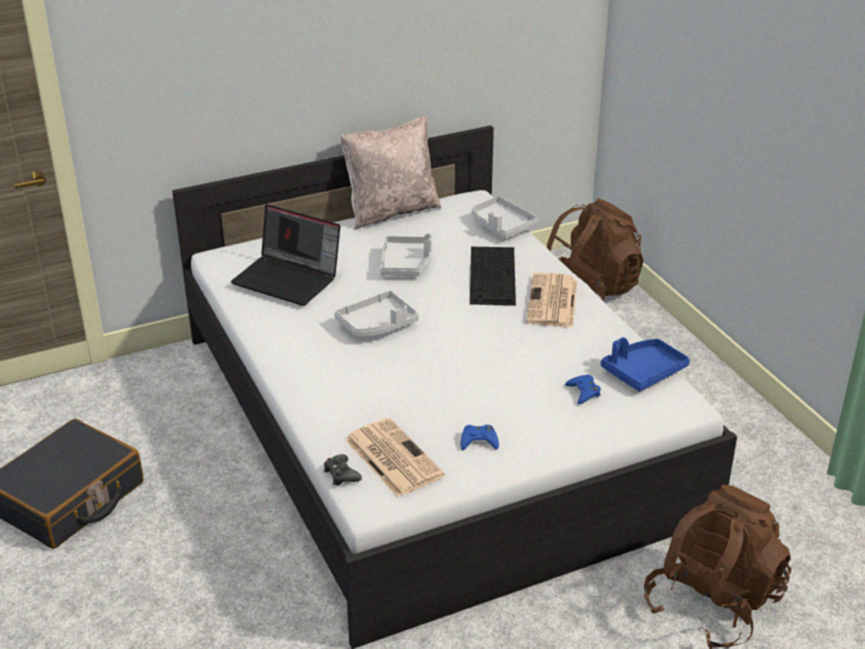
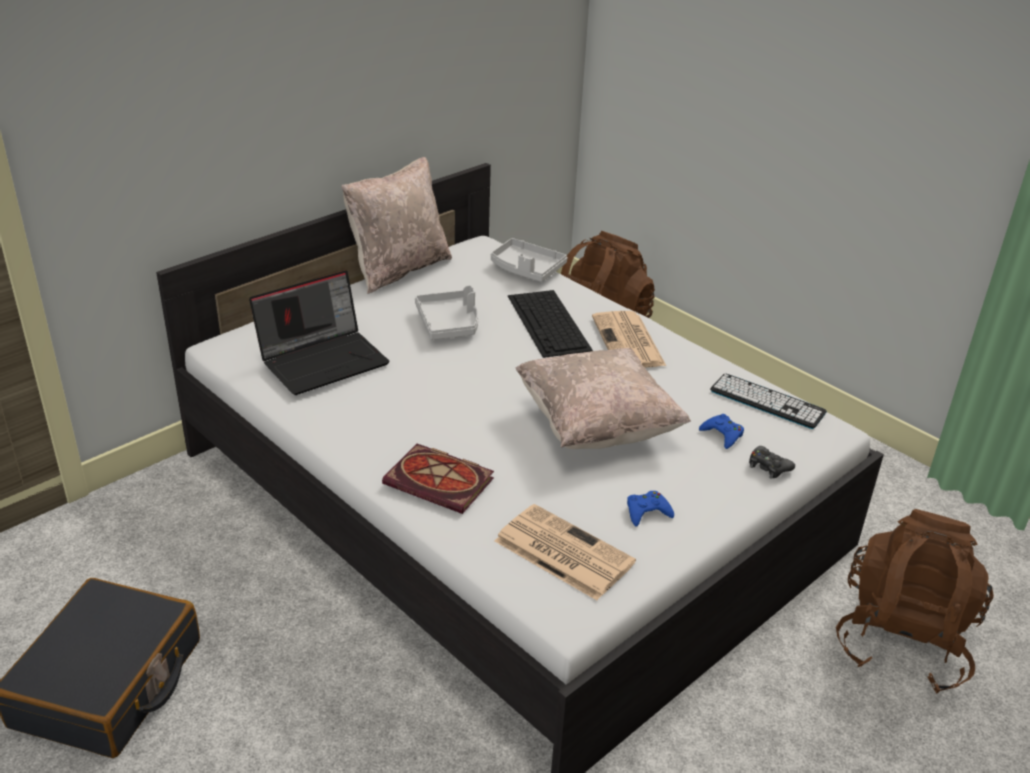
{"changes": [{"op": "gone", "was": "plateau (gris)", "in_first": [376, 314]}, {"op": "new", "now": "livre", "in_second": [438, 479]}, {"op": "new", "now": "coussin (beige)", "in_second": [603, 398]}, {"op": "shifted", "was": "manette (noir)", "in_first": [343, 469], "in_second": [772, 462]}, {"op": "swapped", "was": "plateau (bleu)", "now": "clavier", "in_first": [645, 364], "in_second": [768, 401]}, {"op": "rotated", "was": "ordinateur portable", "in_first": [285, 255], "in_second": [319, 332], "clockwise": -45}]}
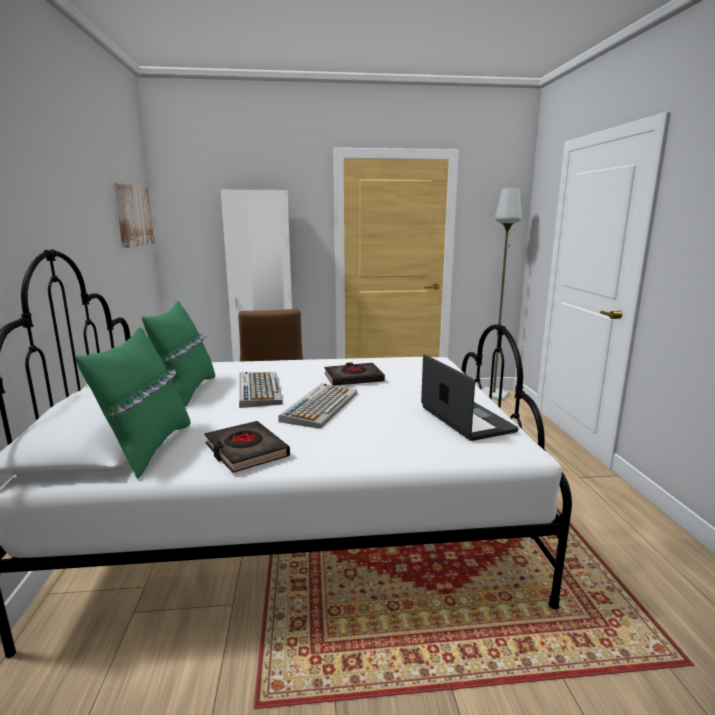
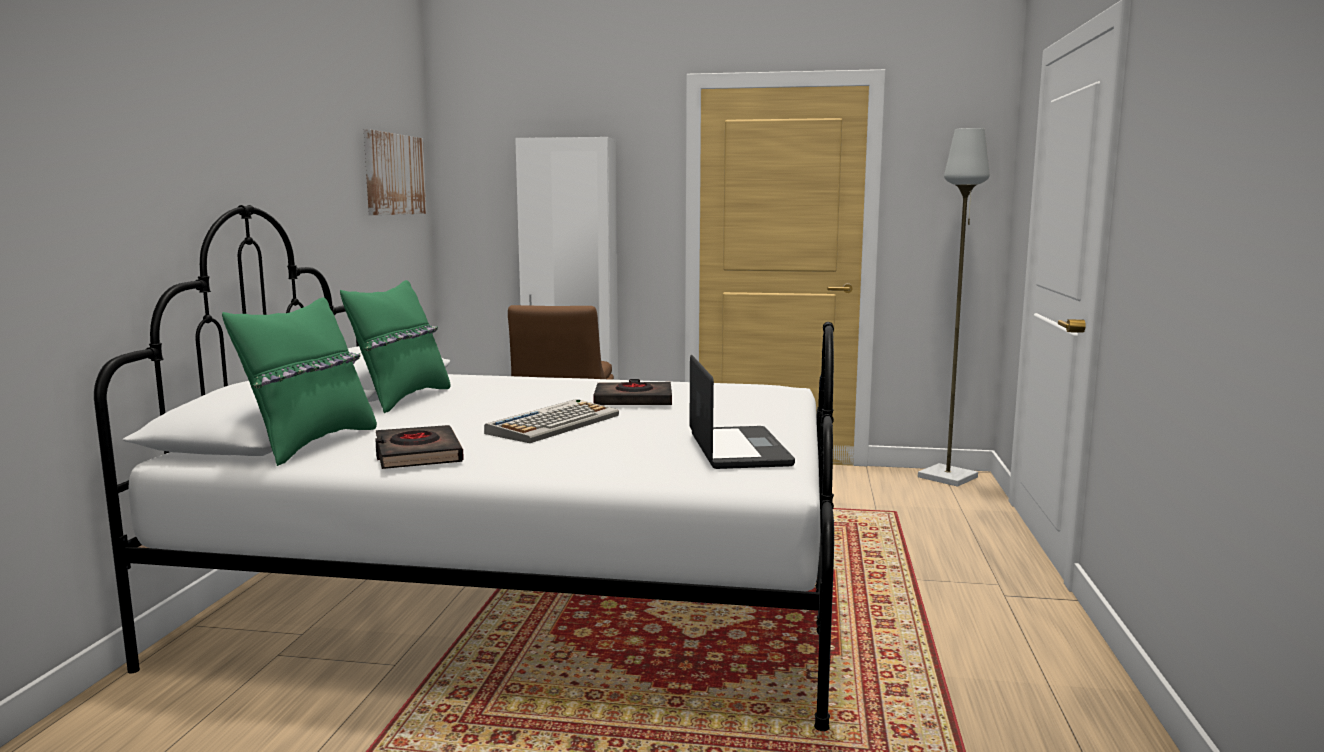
{"changes": [{"op": "gone", "was": "clavier", "in_first": [261, 390]}]}
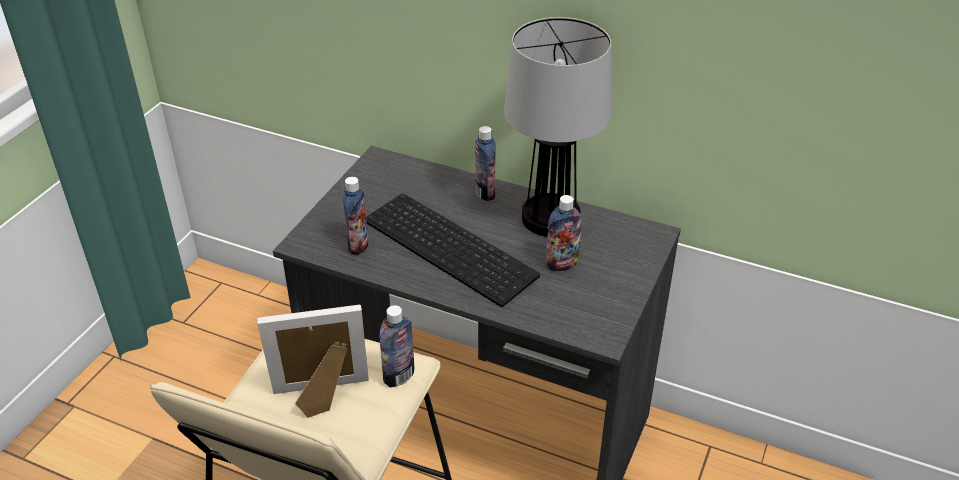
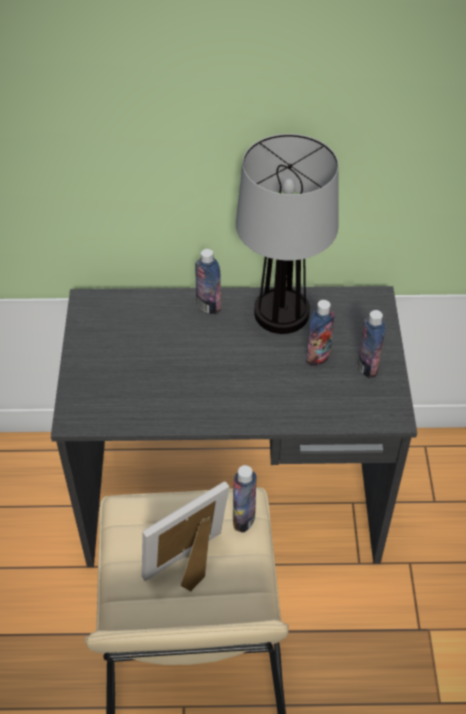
{"changes": [{"op": "gone", "was": "clavier", "in_first": [453, 250]}, {"op": "shifted", "was": "bouteille", "in_first": [355, 216], "in_second": [371, 344]}]}
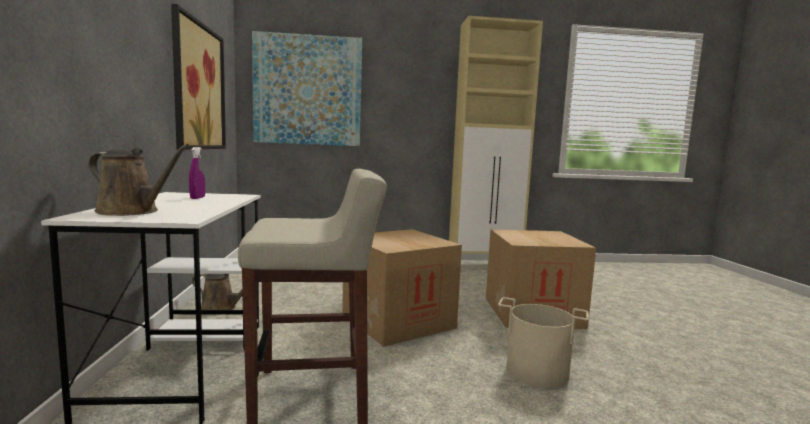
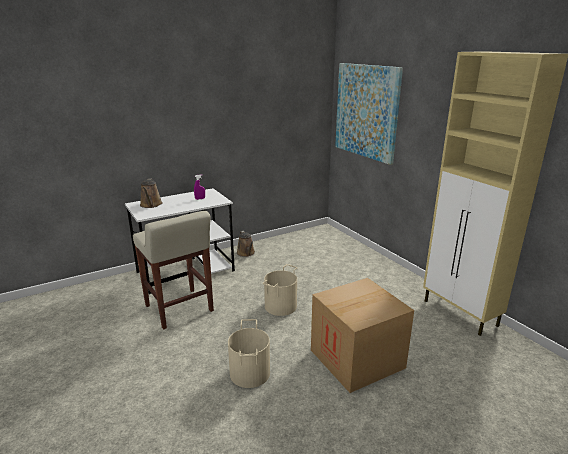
{"changes": [{"op": "gone", "was": "tableau", "in_first": [198, 77]}, {"op": "swapped", "was": "carton", "now": "seau (beige)", "in_first": [402, 288], "in_second": [280, 290]}]}
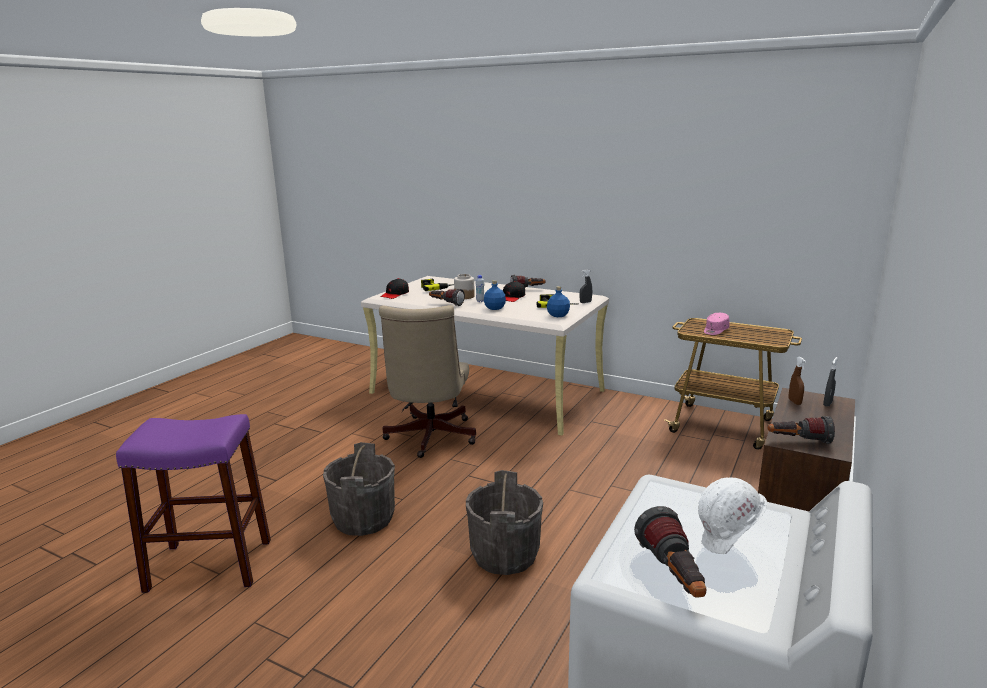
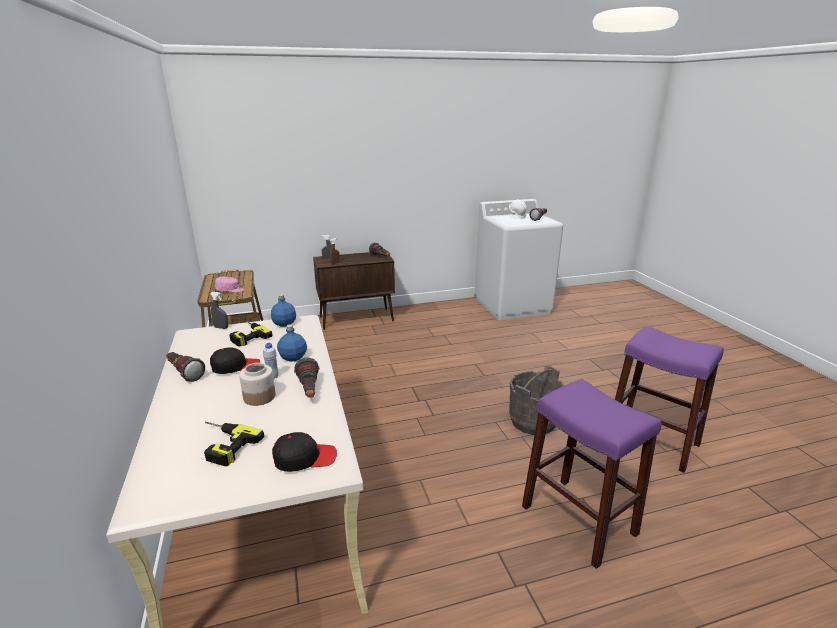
{"changes": [{"op": "gone", "was": "chaise de bureau (beige)", "in_first": [427, 381]}, {"op": "gone", "was": "seau (gris)", "in_first": [504, 522]}, {"op": "new", "now": "tabouret (violet)", "in_second": [592, 474]}]}
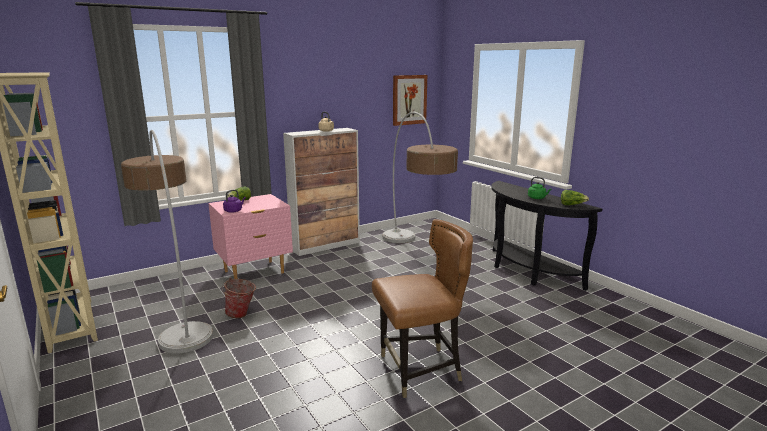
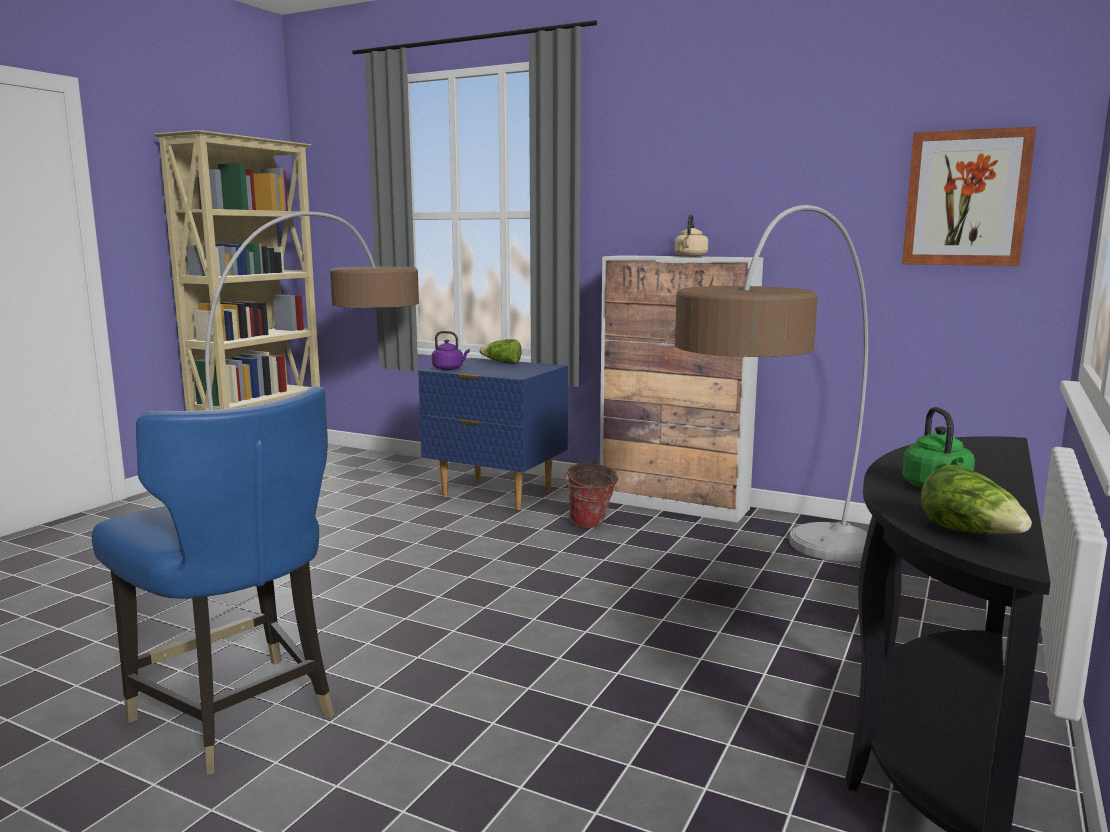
{"changes": [{"op": "shifted", "was": "seau", "in_first": [239, 298], "in_second": [590, 494]}, {"op": "repainted", "was": "table de chevet (rose)", "now": "table de chevet (bleu)", "in_first": [250, 236], "in_second": [493, 434]}, {"op": "repainted", "was": "chaise (marron)", "now": "chaise (bleu)", "in_first": [422, 308], "in_second": [213, 580]}]}
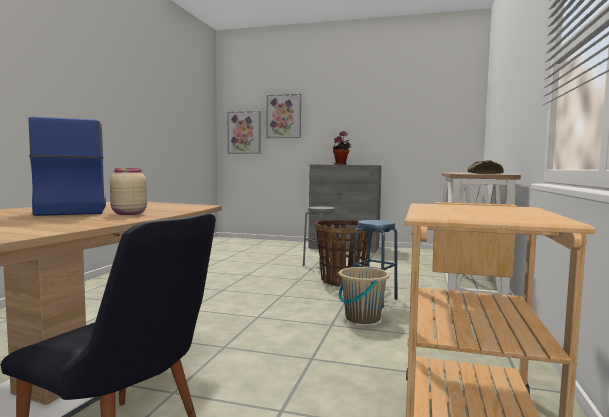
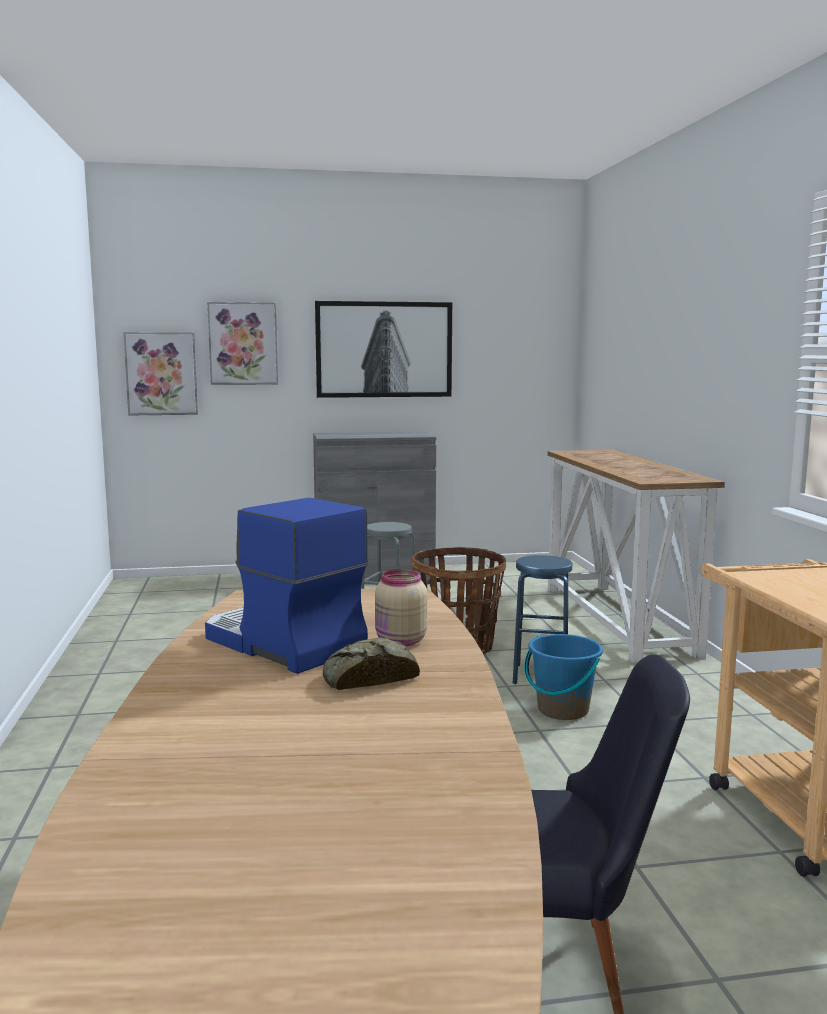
{"changes": [{"op": "gone", "was": "plante en pot", "in_first": [342, 148]}, {"op": "new", "now": "tableau", "in_second": [383, 349]}, {"op": "shifted", "was": "pain", "in_first": [486, 167], "in_second": [371, 663]}, {"op": "repainted", "was": "seau (beige)", "now": "seau (bleu)", "in_first": [364, 295], "in_second": [563, 677]}]}
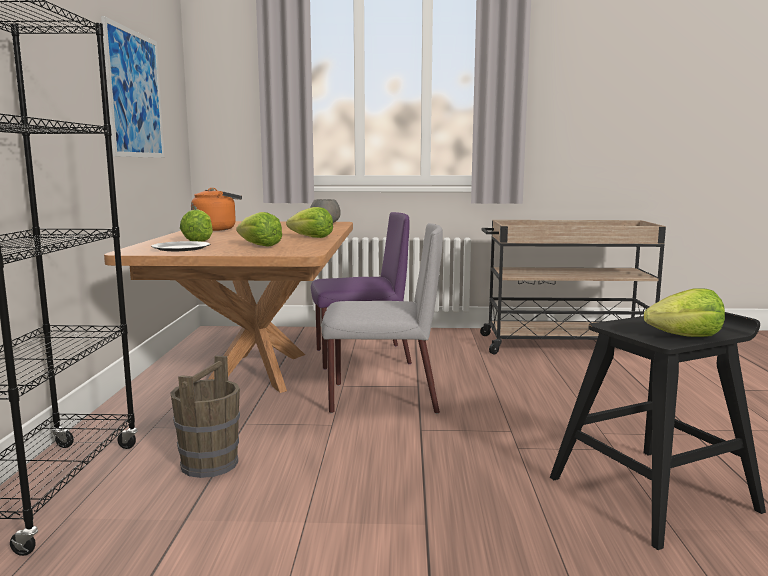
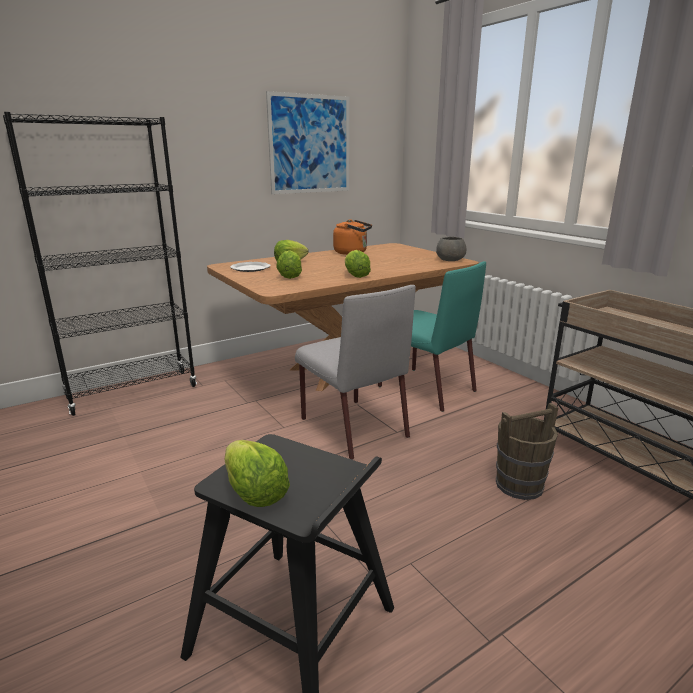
{"changes": [{"op": "shifted", "was": "seau (marron)", "in_first": [205, 416], "in_second": [527, 451]}, {"op": "repainted", "was": "chaise (violet)", "now": "chaise (turquoise)", "in_first": [361, 291], "in_second": [432, 336]}]}
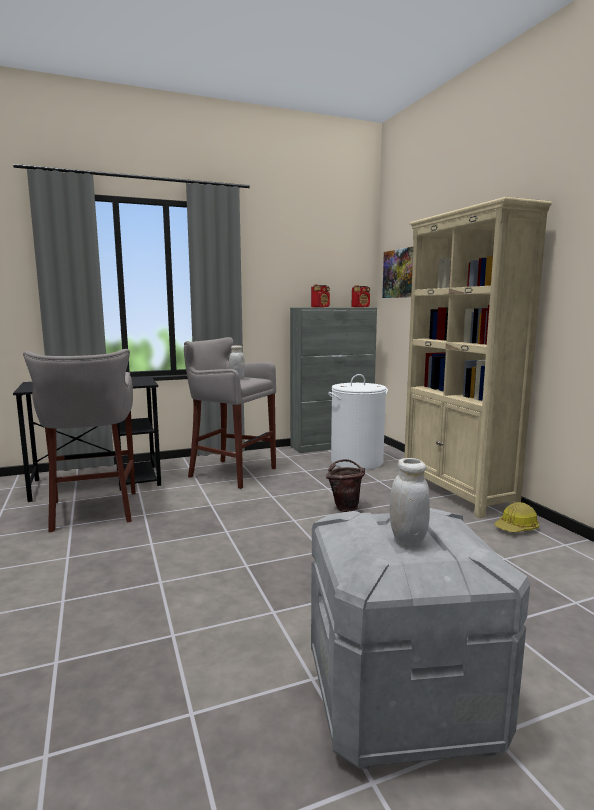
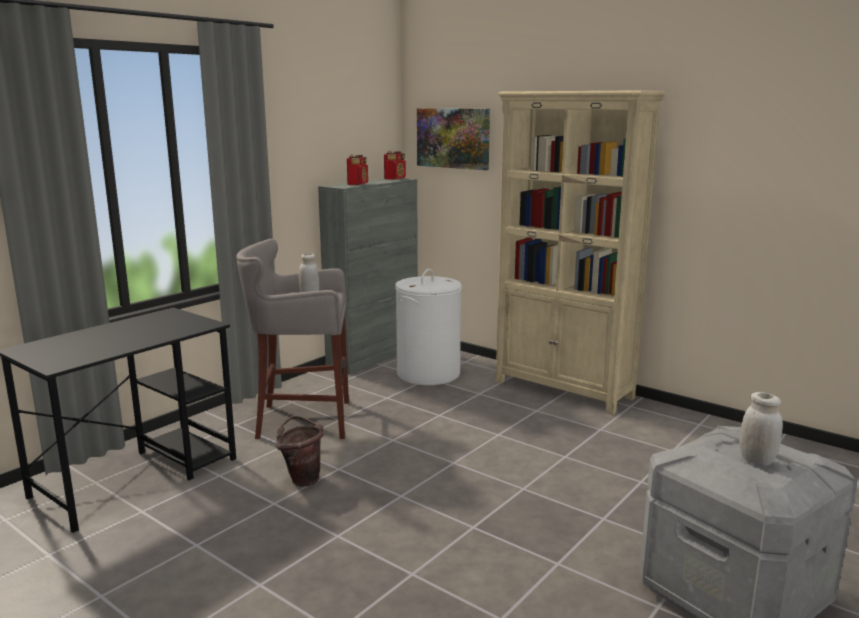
{"changes": [{"op": "gone", "was": "tabouret (gris)", "in_first": [79, 440]}, {"op": "gone", "was": "casque de chantier", "in_first": [517, 517]}, {"op": "shifted", "was": "seau (marron)", "in_first": [345, 485], "in_second": [300, 451]}]}
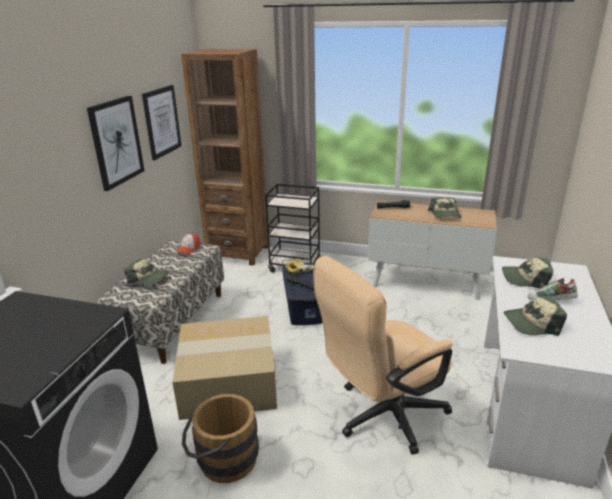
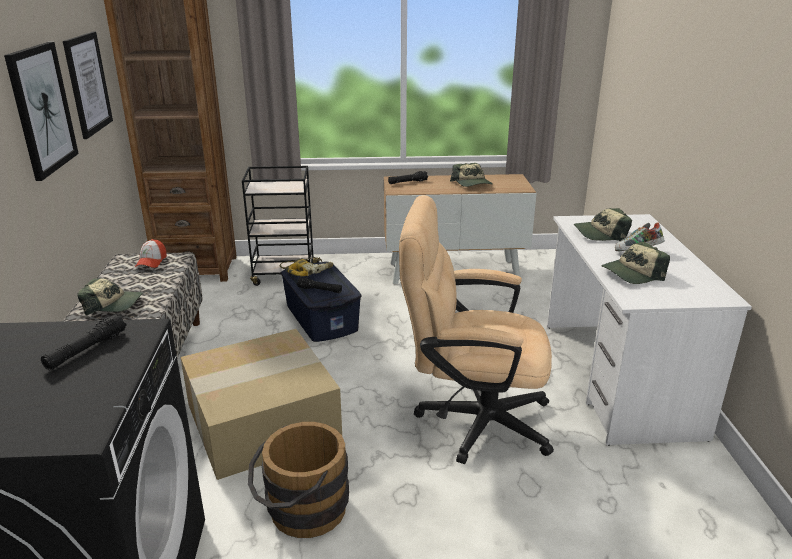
{"changes": [{"op": "new", "now": "lampe de poche (noir)", "in_second": [84, 342]}, {"op": "rotated", "was": "chaise de bureau (beige)", "in_first": [383, 355], "in_second": [476, 329], "clockwise": 60}]}
